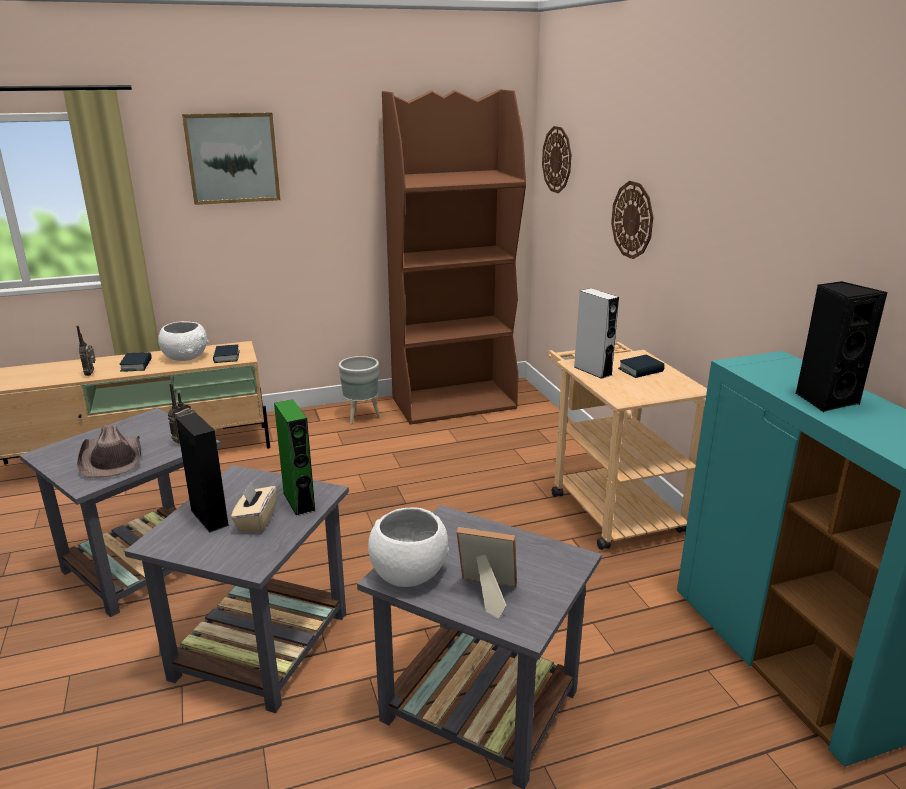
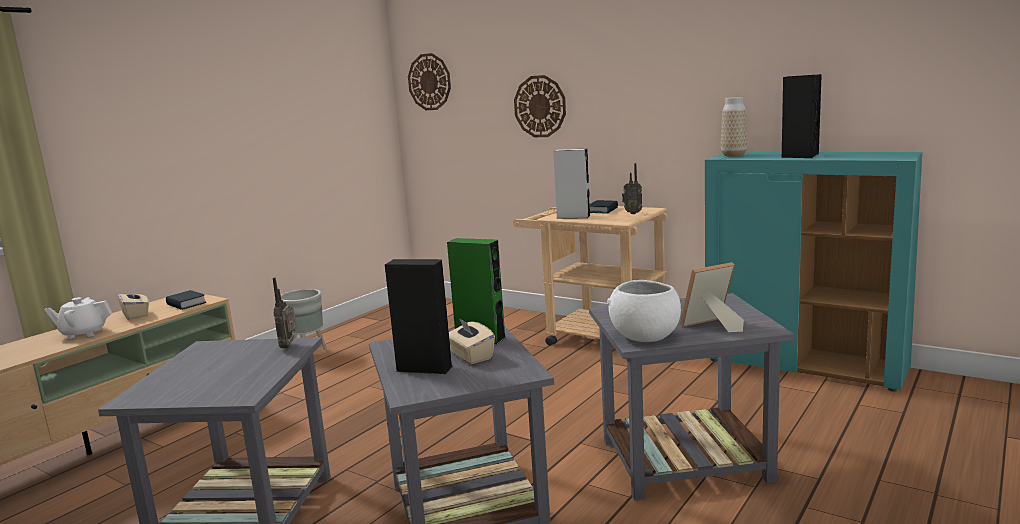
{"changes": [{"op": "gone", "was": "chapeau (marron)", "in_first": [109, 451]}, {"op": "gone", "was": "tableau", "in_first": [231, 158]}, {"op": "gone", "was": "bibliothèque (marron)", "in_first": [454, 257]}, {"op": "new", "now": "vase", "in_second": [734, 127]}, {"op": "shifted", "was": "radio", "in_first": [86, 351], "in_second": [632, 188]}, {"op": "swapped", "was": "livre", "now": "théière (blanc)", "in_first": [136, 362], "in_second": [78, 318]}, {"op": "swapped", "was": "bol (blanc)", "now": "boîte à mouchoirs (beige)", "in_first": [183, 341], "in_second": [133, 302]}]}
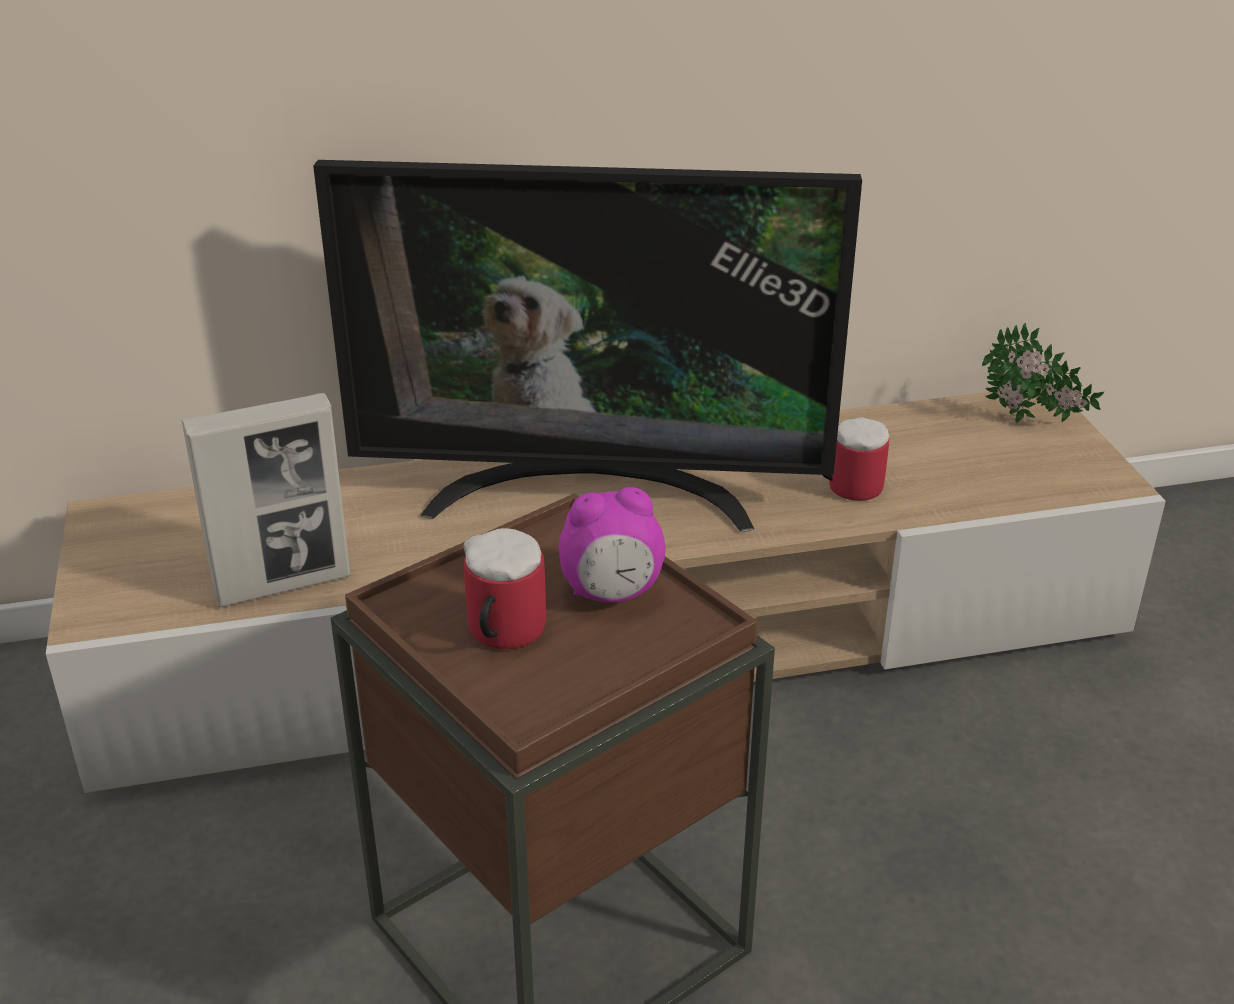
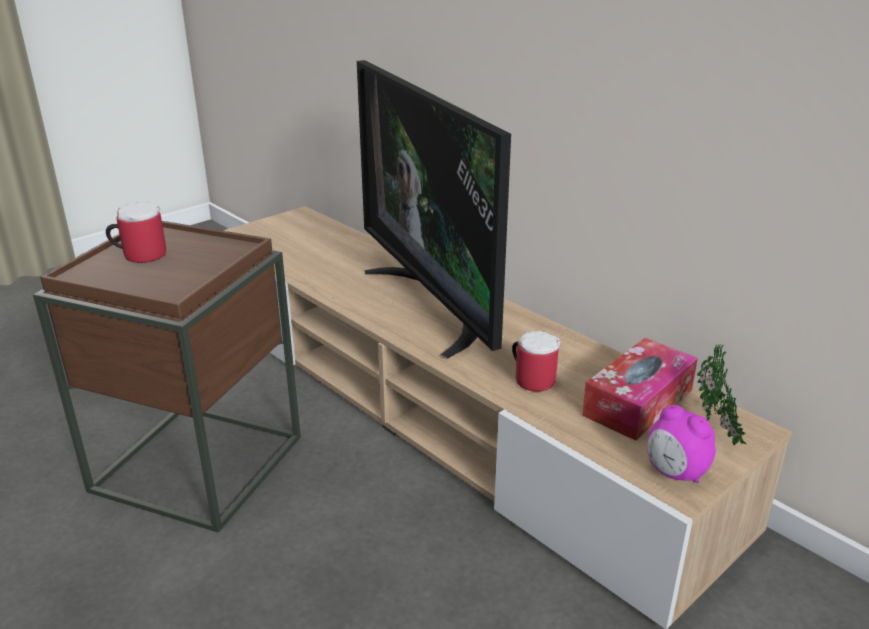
{"changes": [{"op": "gone", "was": "cadre photo", "in_first": [266, 500]}, {"op": "new", "now": "boîte à mouchoirs", "in_second": [640, 389]}, {"op": "shifted", "was": "réveil", "in_first": [612, 545], "in_second": [681, 444]}]}
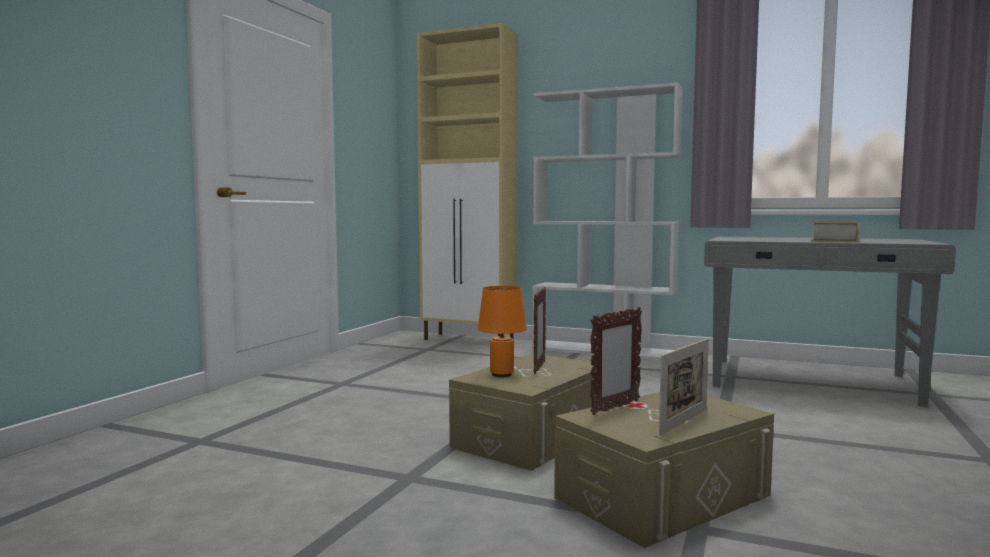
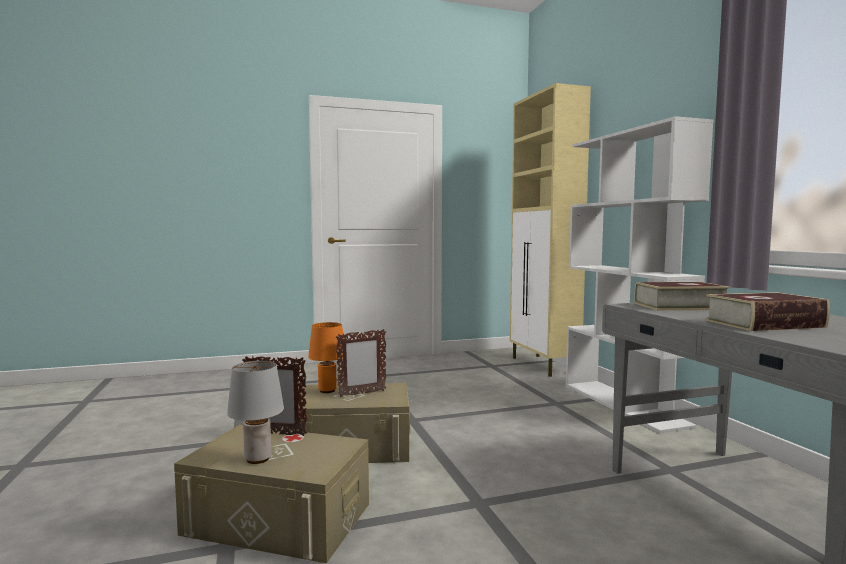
{"changes": [{"op": "new", "now": "livre", "in_second": [682, 296]}, {"op": "swapped", "was": "cadre photo", "now": "lampe de table (gris)", "in_first": [684, 387], "in_second": [255, 412]}]}
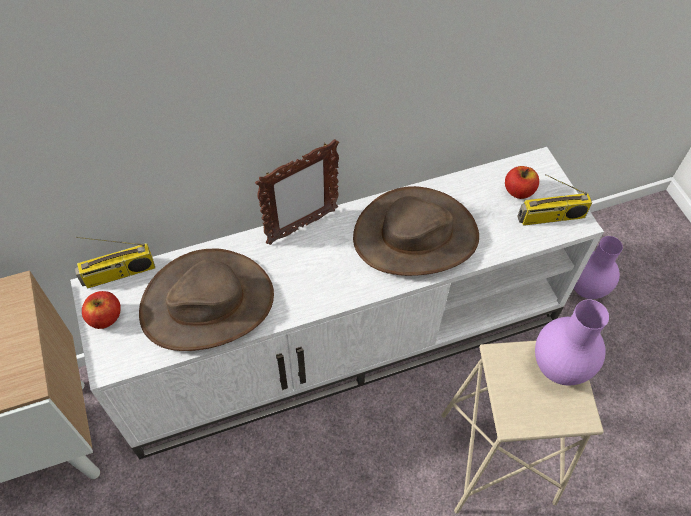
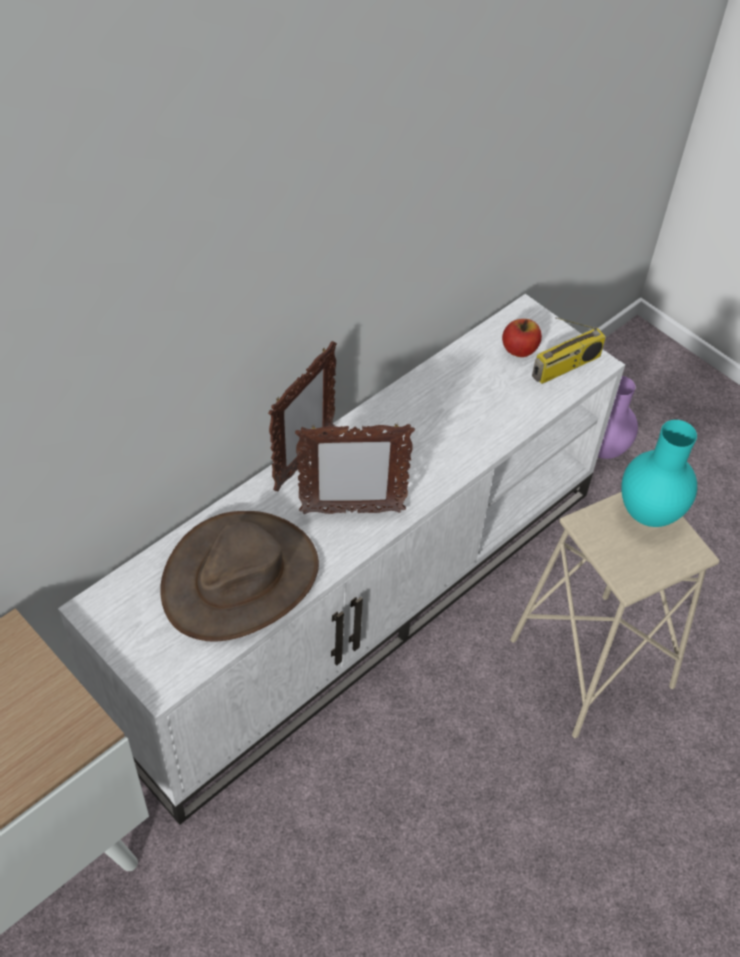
{"changes": [{"op": "gone", "was": "radio", "in_first": [115, 262]}, {"op": "gone", "was": "pomme", "in_first": [101, 310]}, {"op": "gone", "was": "chapeau (marron)", "in_first": [416, 231]}, {"op": "new", "now": "cadre photo", "in_second": [355, 468]}, {"op": "repainted", "was": "vase (violet)", "now": "vase (turquoise)", "in_first": [572, 342], "in_second": [659, 473]}]}
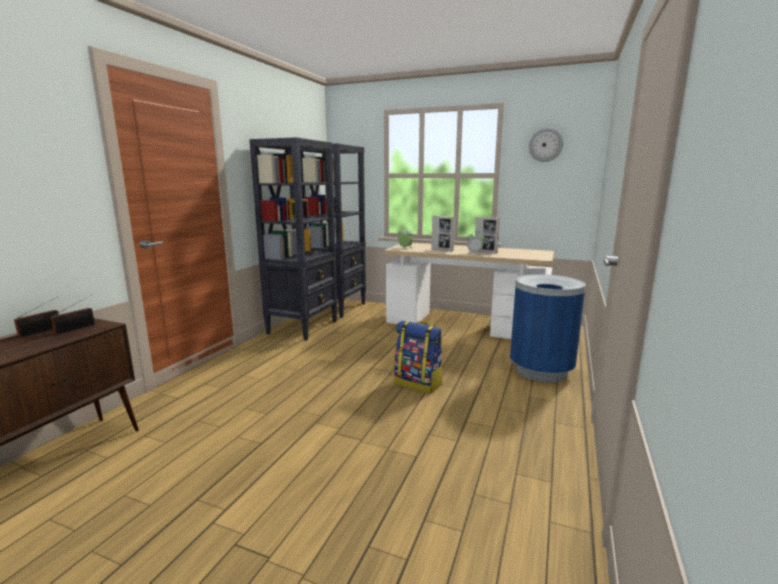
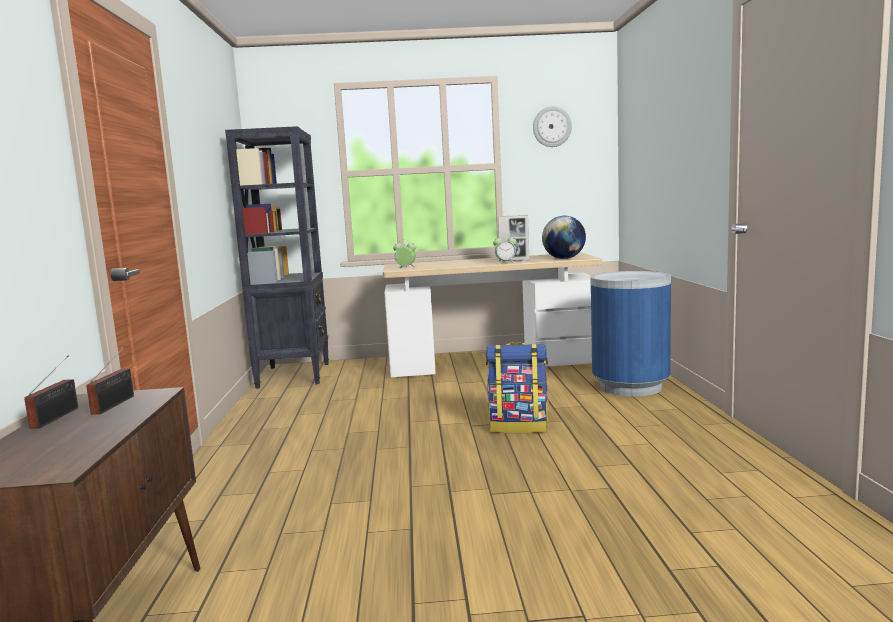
{"changes": [{"op": "gone", "was": "bibliothèque (noir)", "in_first": [293, 239]}, {"op": "gone", "was": "cadre photo", "in_first": [443, 233]}, {"op": "new", "now": "globe", "in_second": [564, 237]}]}
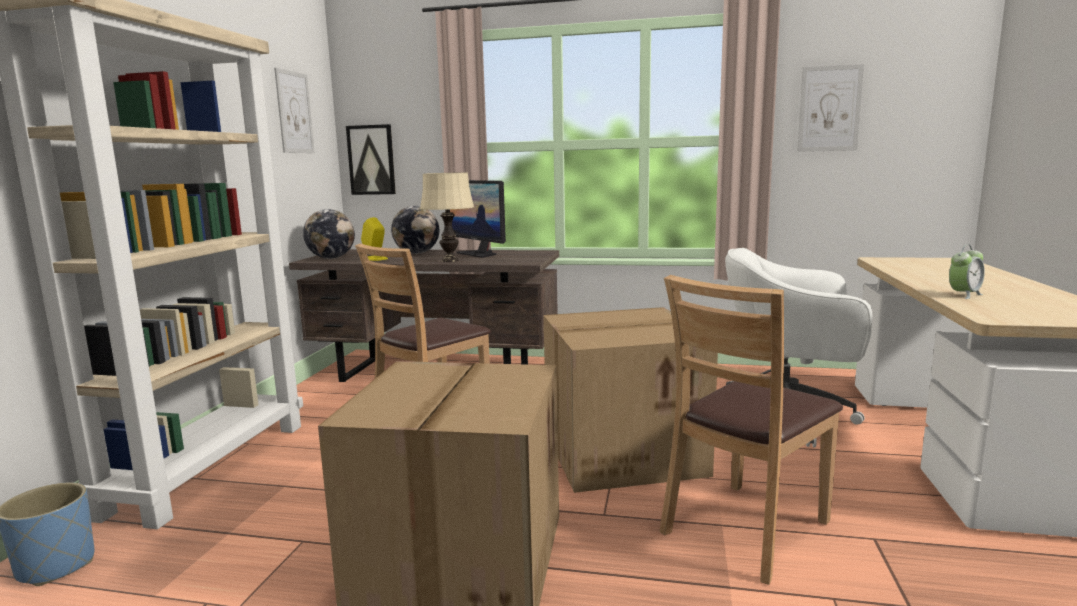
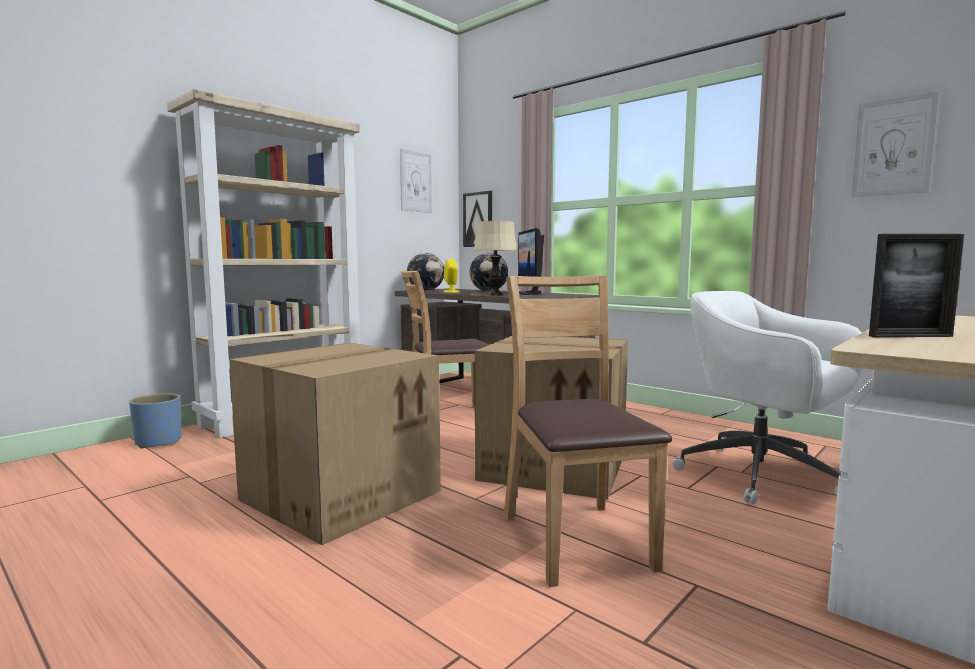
{"changes": [{"op": "swapped", "was": "réveil", "now": "cadre photo", "in_first": [967, 272], "in_second": [916, 285]}, {"op": "rotated", "was": "chaise (marron)", "in_first": [751, 430], "in_second": [588, 431], "clockwise": 90}]}
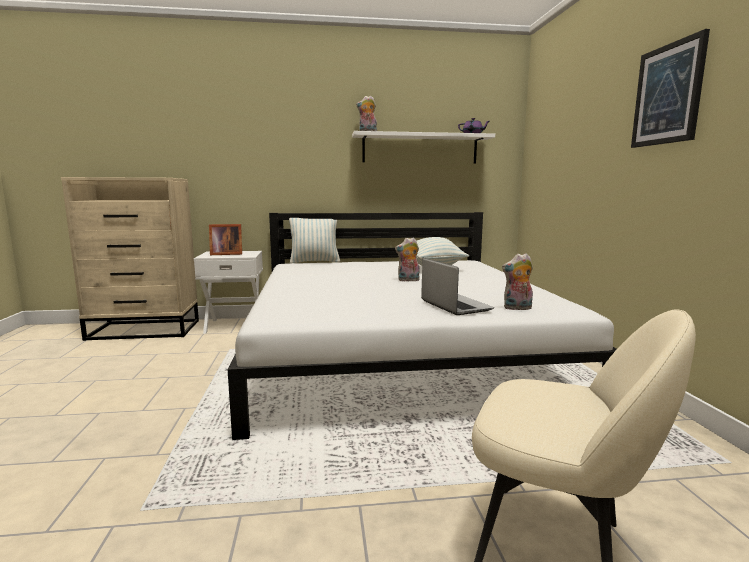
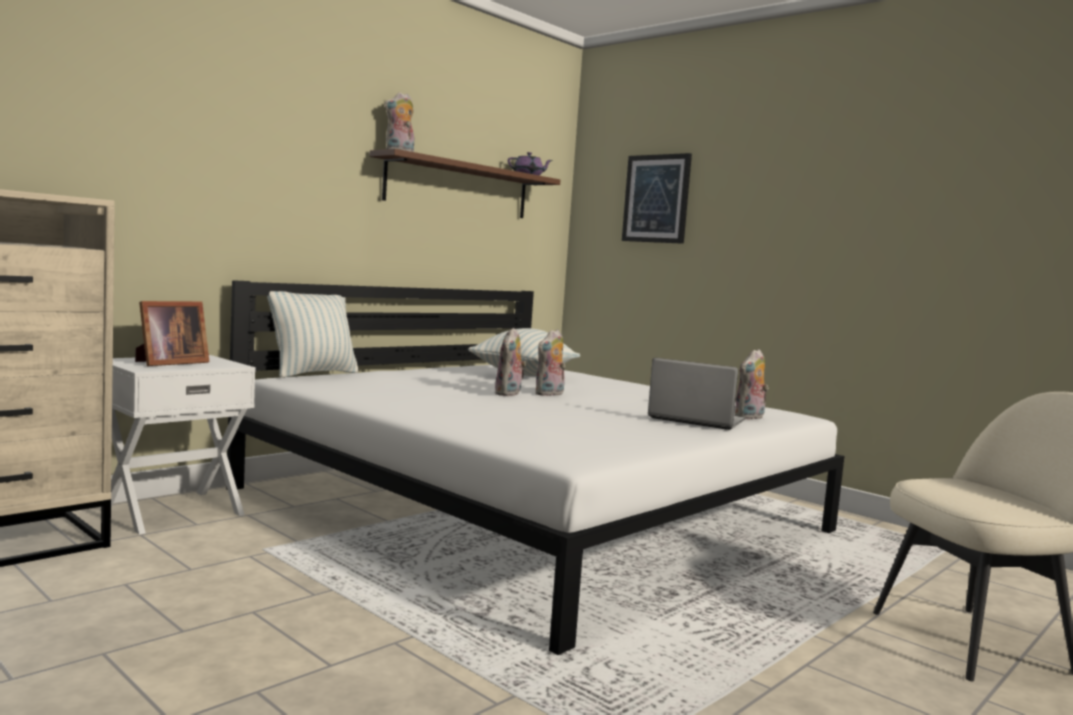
{"changes": [{"op": "new", "now": "peluche", "in_second": [510, 362]}, {"op": "shifted", "was": "tableau", "in_first": [670, 88], "in_second": [657, 198]}, {"op": "repainted", "was": "étagère (blanc)", "now": "étagère (marron)", "in_first": [423, 147], "in_second": [465, 183]}]}
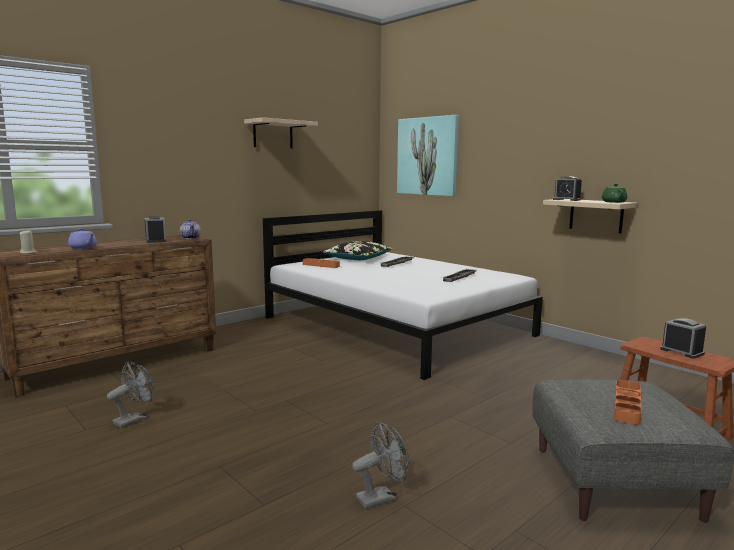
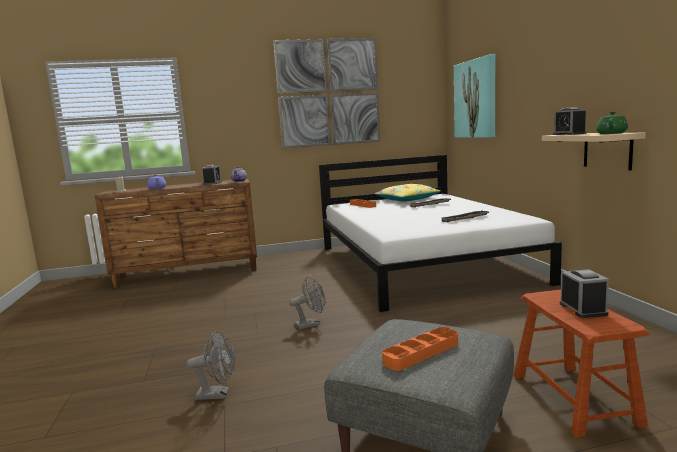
{"changes": [{"op": "shifted", "was": "ventilateur (gris)", "in_first": [130, 394], "in_second": [307, 302]}, {"op": "swapped", "was": "étagère (beige)", "now": "tableau", "in_first": [281, 133], "in_second": [326, 93]}, {"op": "repainted", "was": "coussin (noir)", "now": "coussin (jaune)", "in_first": [357, 250], "in_second": [408, 193]}]}
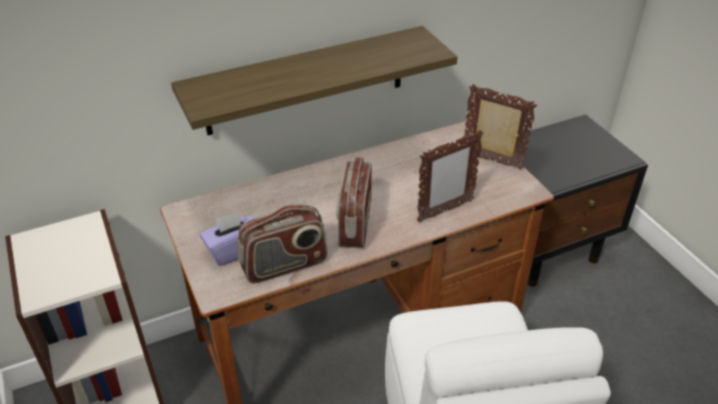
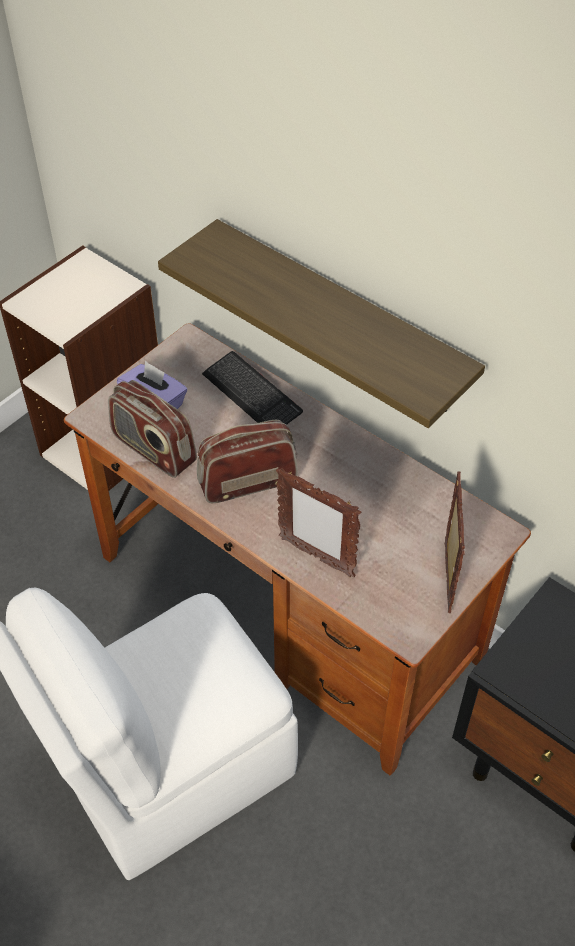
{"changes": [{"op": "new", "now": "clavier", "in_second": [252, 387]}]}
